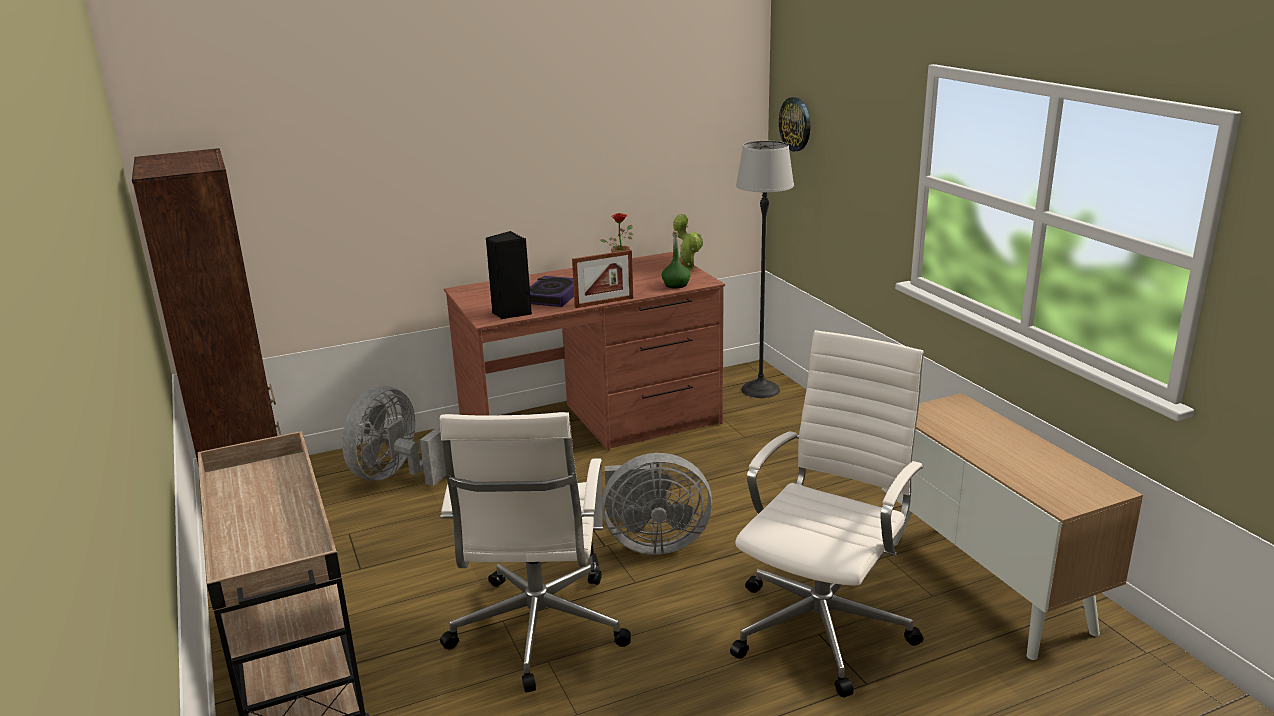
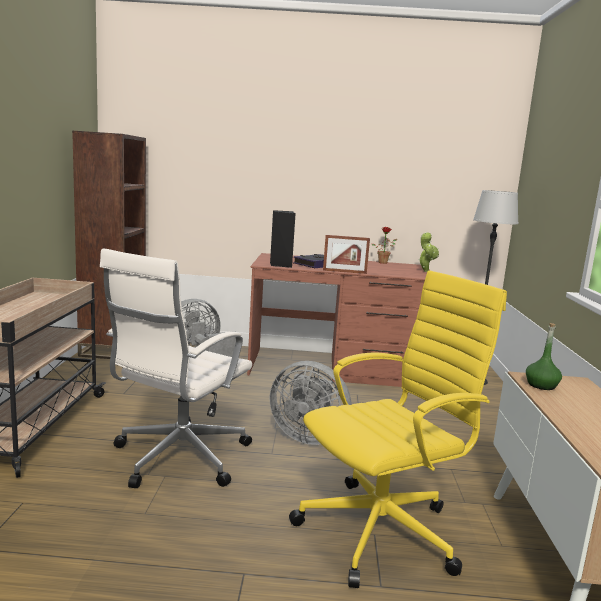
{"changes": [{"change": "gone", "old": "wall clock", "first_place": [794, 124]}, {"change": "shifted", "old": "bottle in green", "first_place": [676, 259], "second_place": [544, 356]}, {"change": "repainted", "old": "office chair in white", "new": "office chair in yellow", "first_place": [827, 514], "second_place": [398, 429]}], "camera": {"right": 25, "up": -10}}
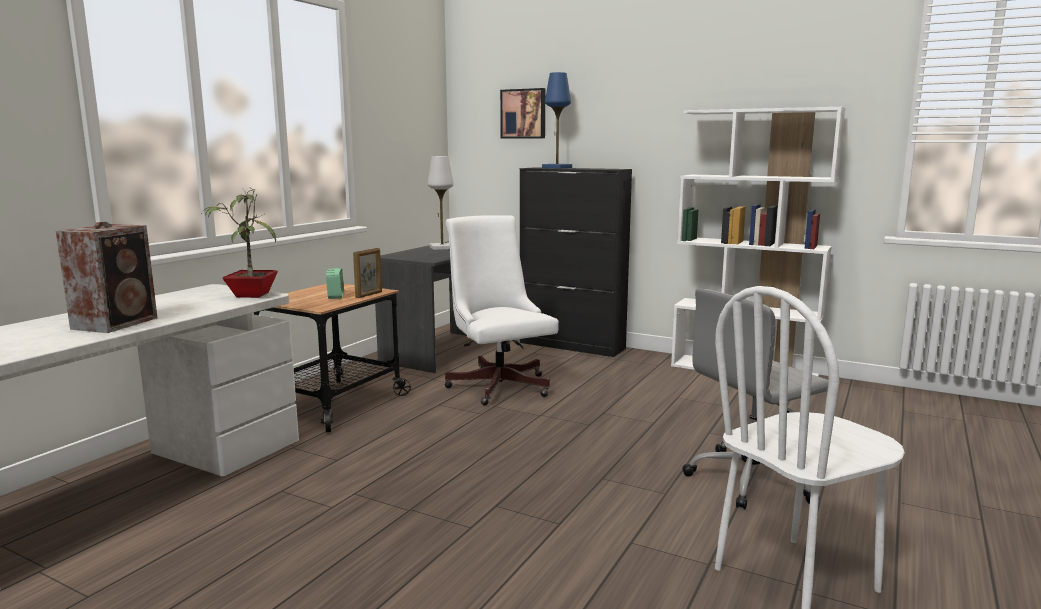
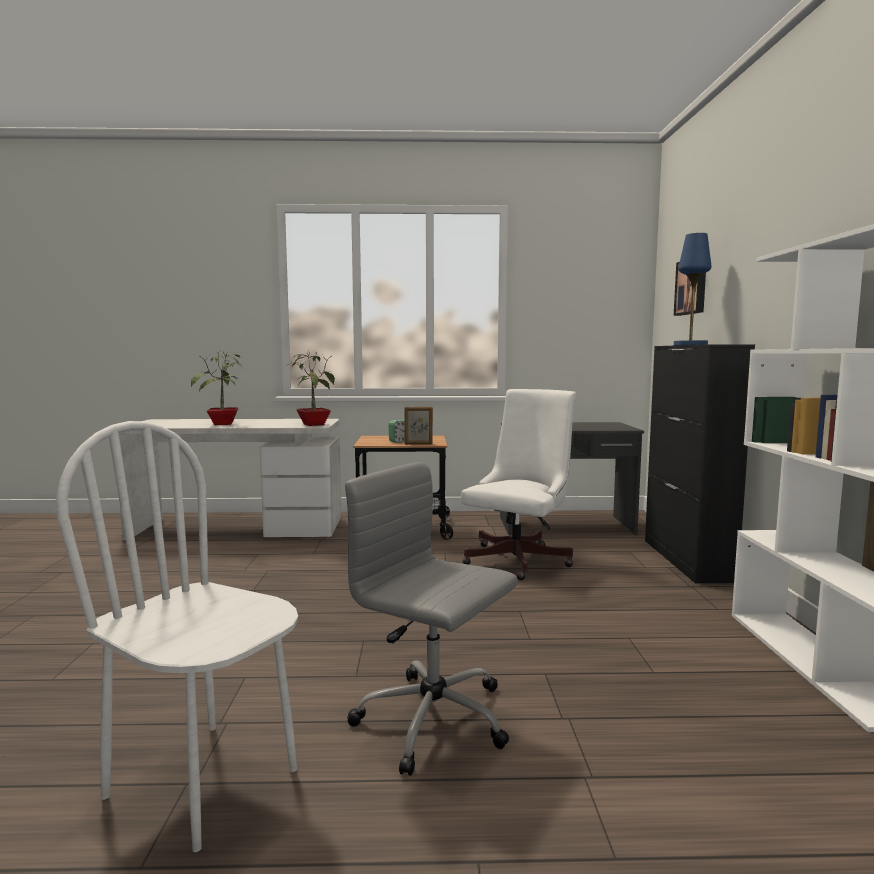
{"changes": [{"change": "gone", "old": "table lamp in white", "first_place": [441, 203]}, {"change": "swapped", "old": "speaker", "new": "potted plant", "first_place": [106, 277], "second_place": [217, 387]}], "camera": {"right": 60, "up": -5}}
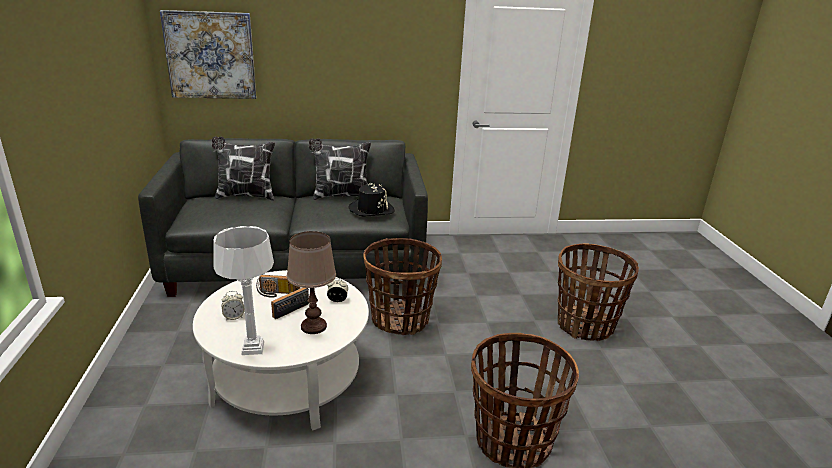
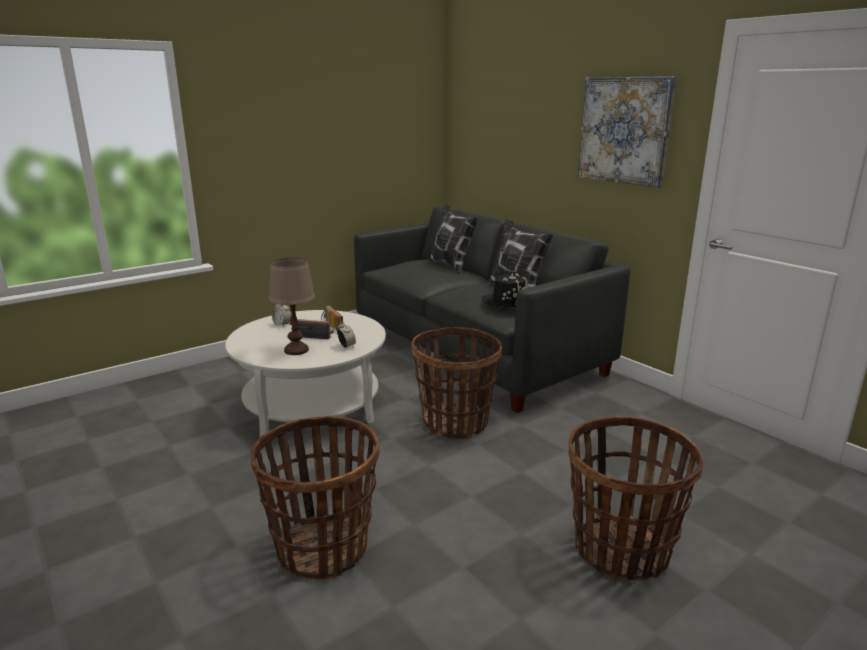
{"changes": [{"change": "shifted", "old": "picture", "first_place": [208, 54], "second_place": [627, 132]}, {"change": "gone", "old": "table lamp in white", "first_place": [244, 290]}], "camera": {"right": 60, "up": -5}}
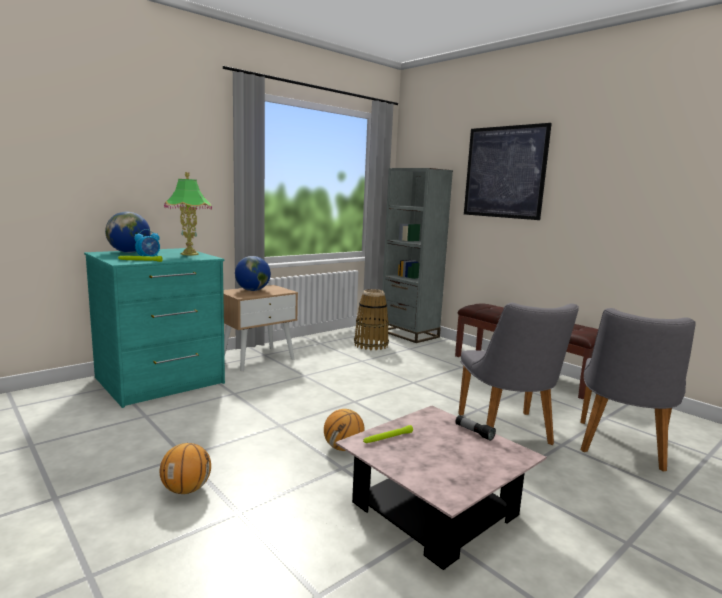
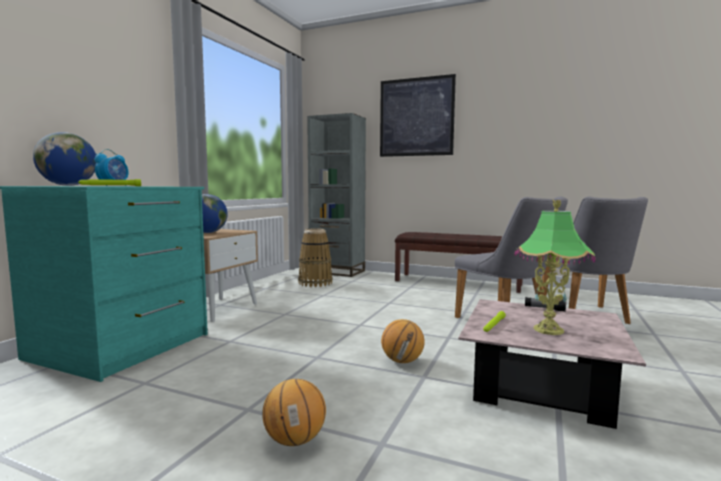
{"changes": [{"change": "shifted", "old": "table lamp", "first_place": [188, 213], "second_place": [555, 267]}], "camera": {"right": -25, "up": -5}}
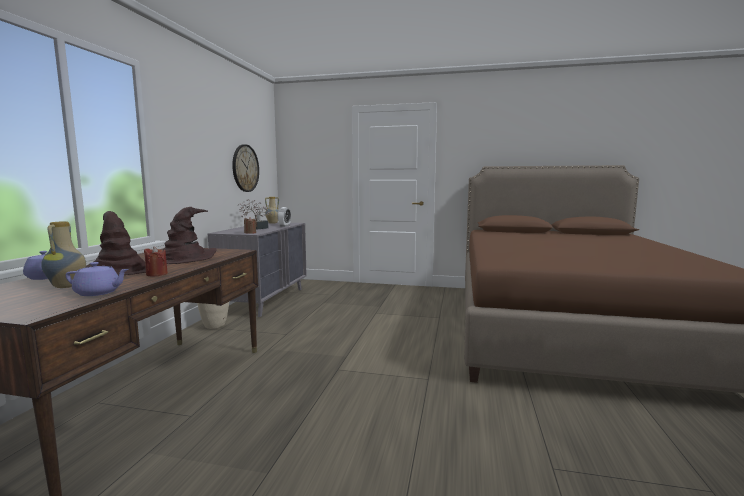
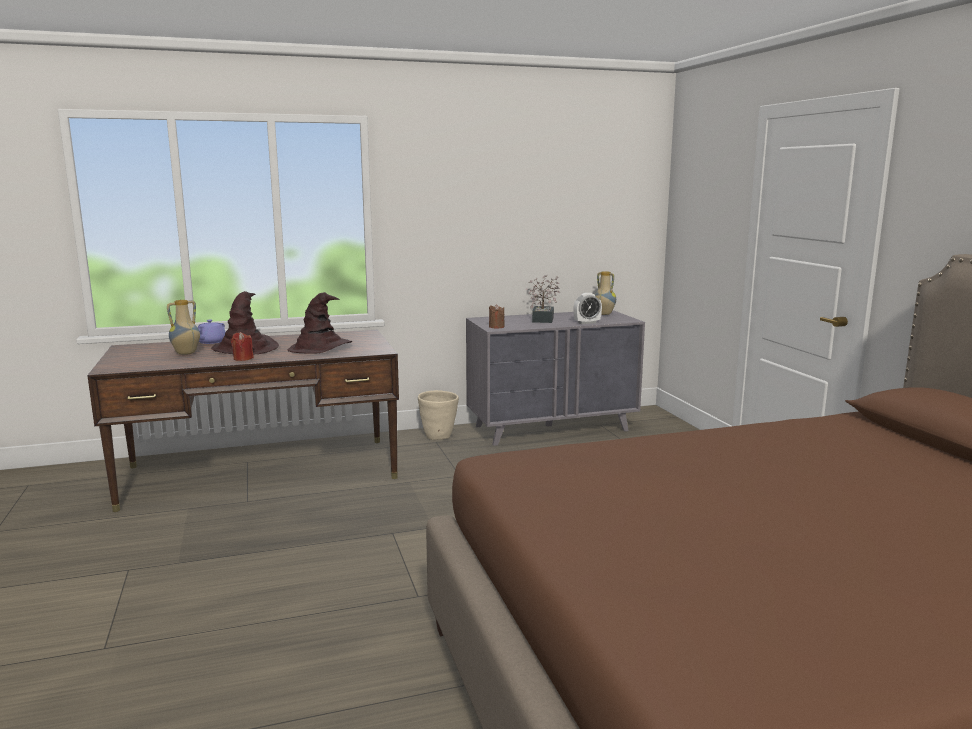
{"changes": [{"change": "gone", "old": "wall clock", "first_place": [245, 168]}, {"change": "gone", "old": "teapot in purple", "first_place": [96, 279]}], "camera": {"right": 60, "up": 5}}
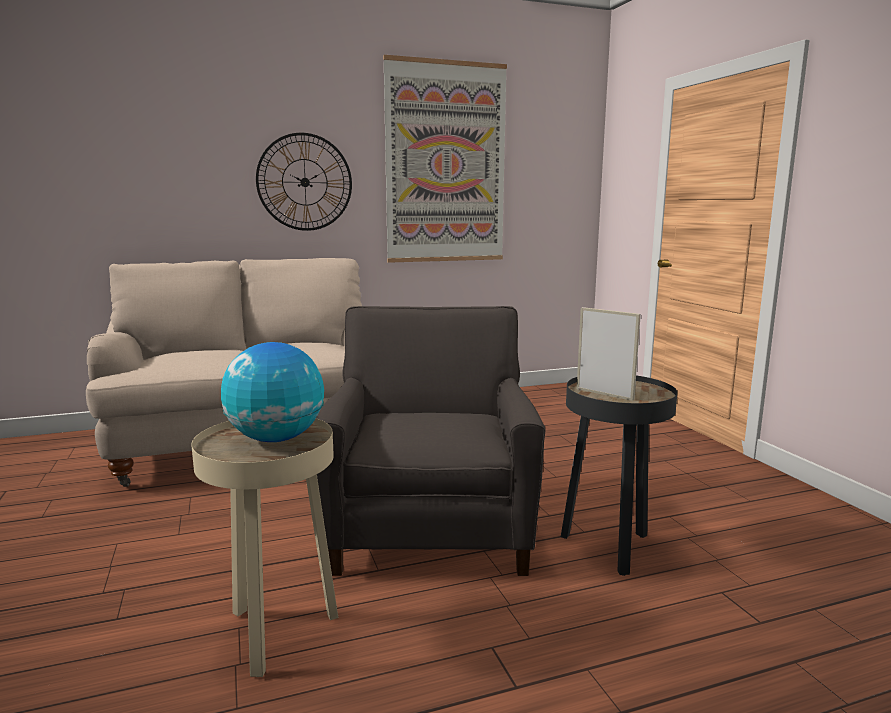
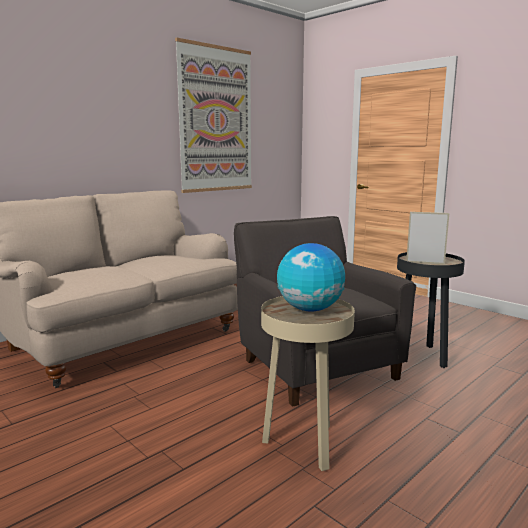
{"changes": [{"change": "gone", "old": "wall clock", "first_place": [304, 182]}], "camera": {"right": -25, "up": 0}}
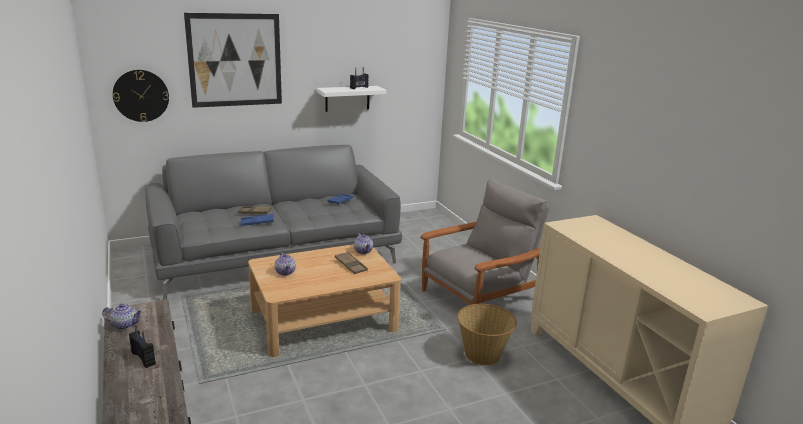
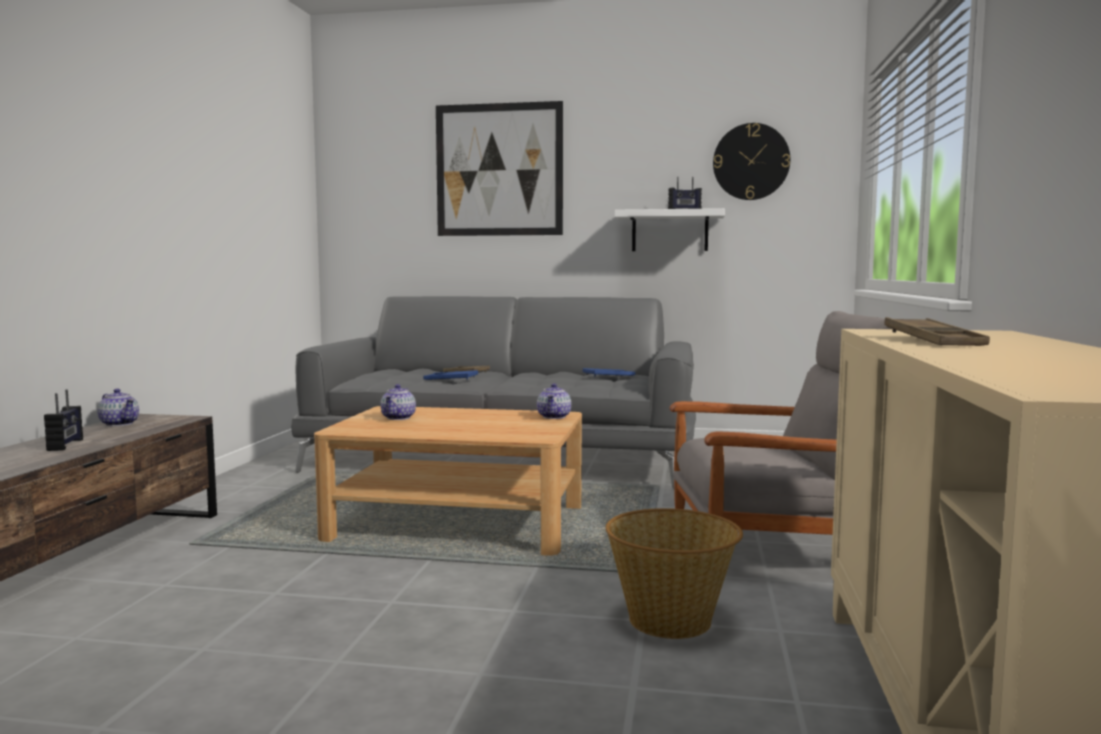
{"changes": [{"change": "shifted", "old": "wall clock", "first_place": [141, 96], "second_place": [751, 161]}, {"change": "shifted", "old": "tray in brown", "first_place": [351, 263], "second_place": [937, 331]}], "camera": {"right": 35, "up": -15}}
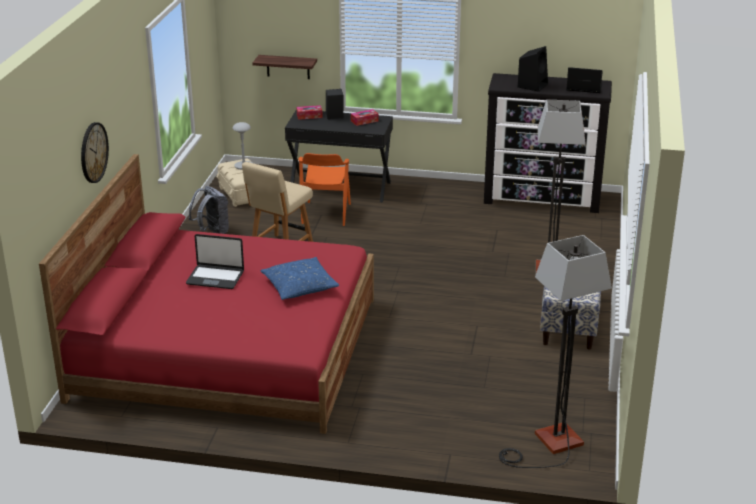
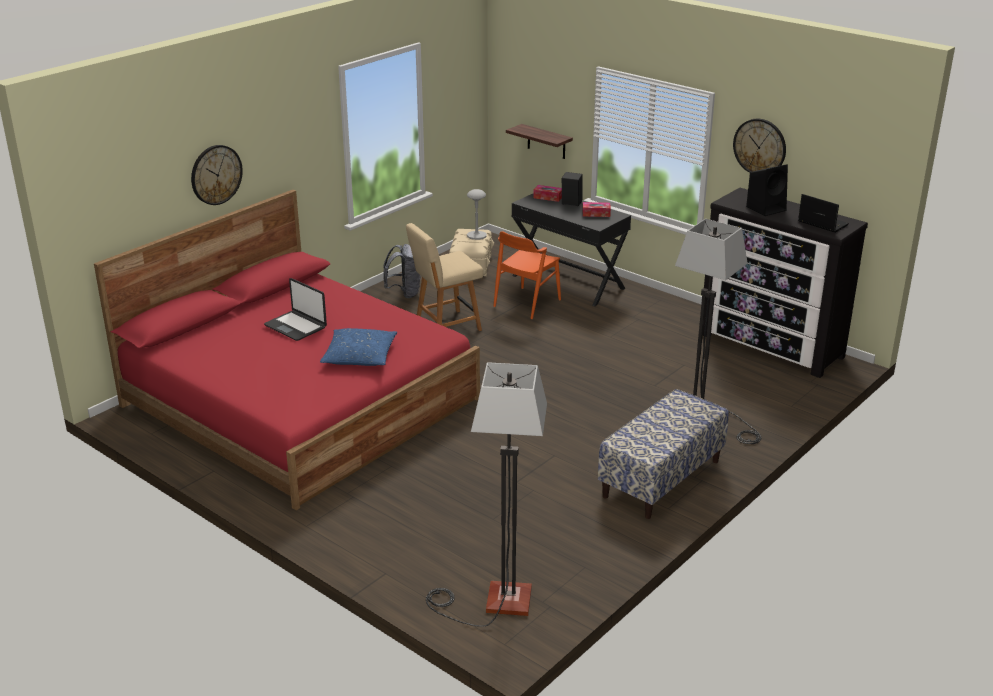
{"changes": [{"change": "new", "new": "wall clock", "second_place": [759, 146]}], "camera": {"right": 30, "up": 0}}
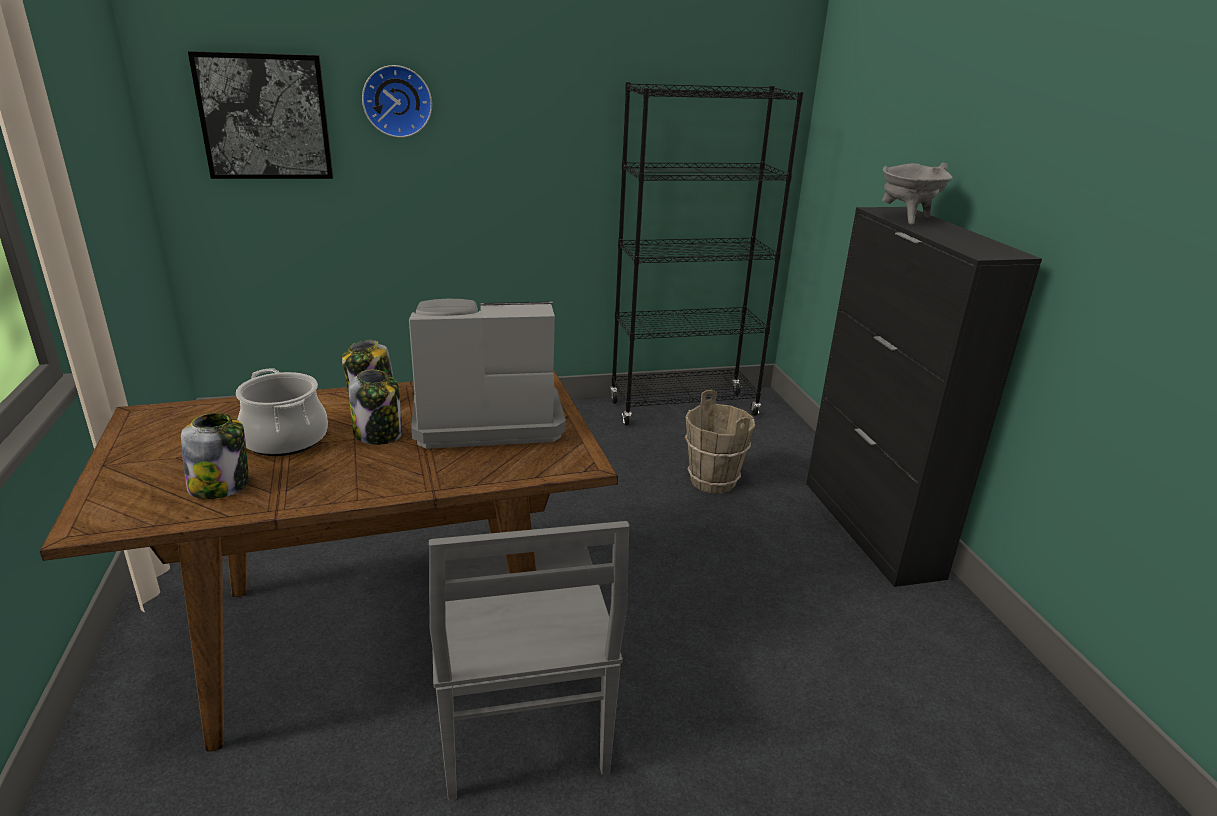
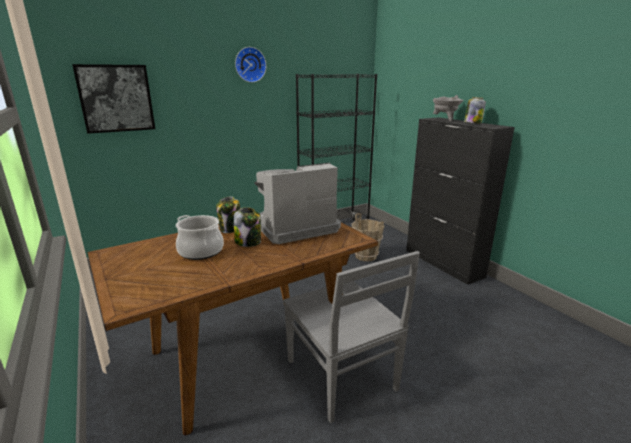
{"changes": [{"change": "shifted", "old": "wall clock", "first_place": [397, 101], "second_place": [250, 64]}, {"change": "shifted", "old": "jar", "first_place": [215, 456], "second_place": [475, 110]}], "camera": {"right": -15, "up": -5}}
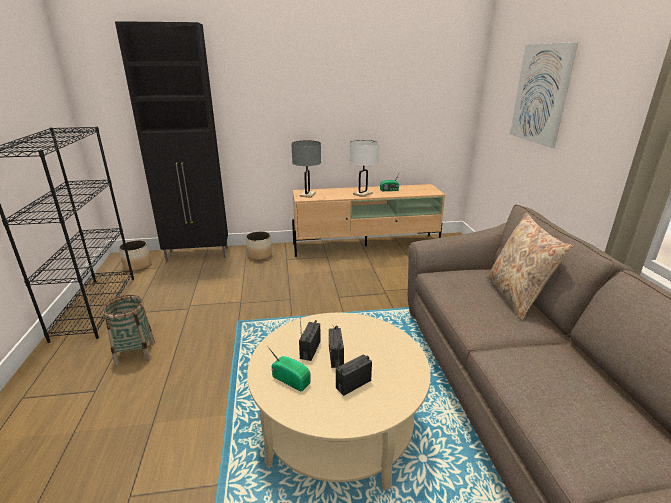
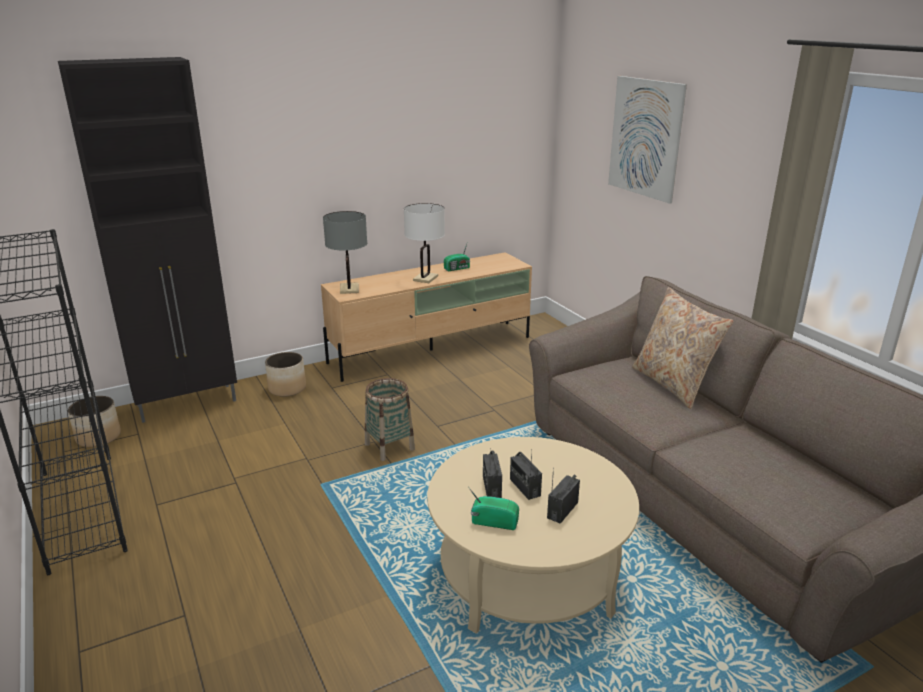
{"changes": [{"change": "shifted", "old": "basket", "first_place": [128, 330], "second_place": [390, 419]}], "camera": {"right": -20, "up": 0}}
